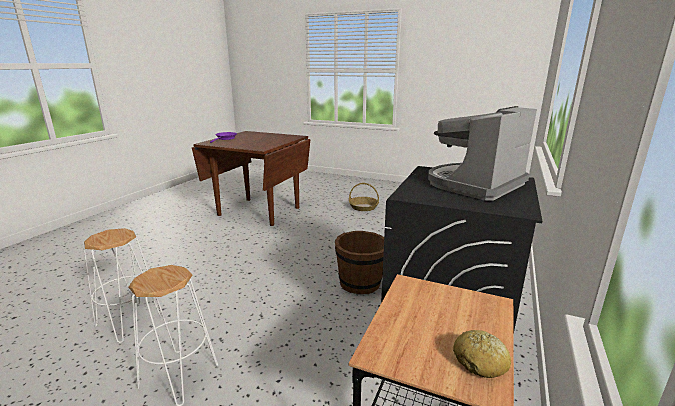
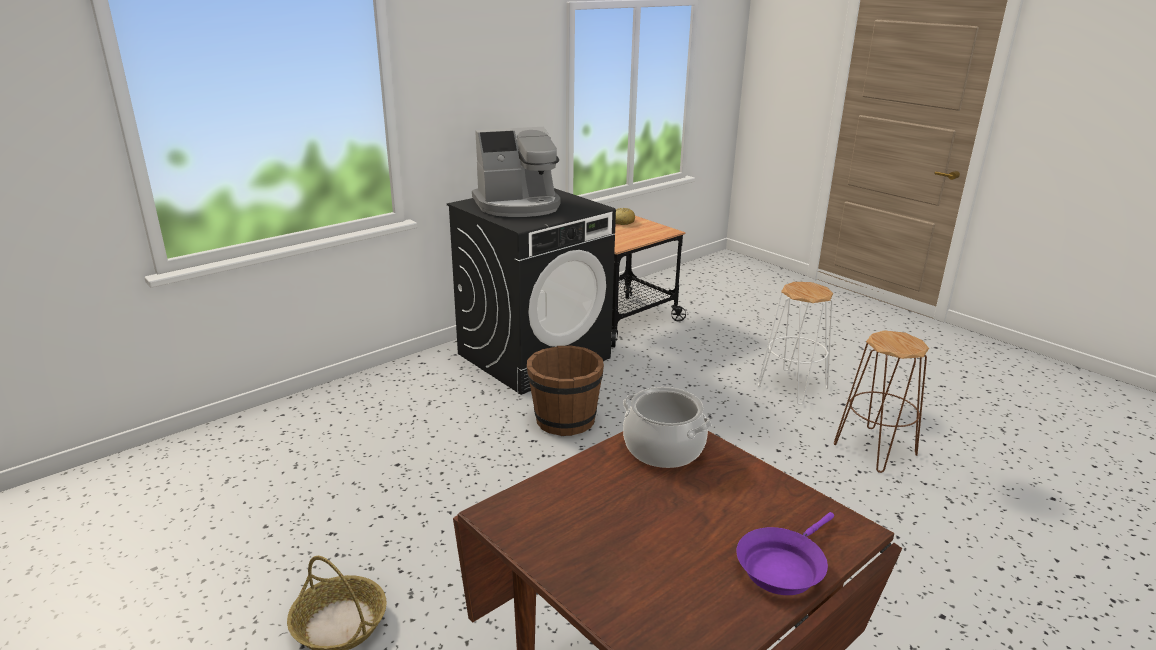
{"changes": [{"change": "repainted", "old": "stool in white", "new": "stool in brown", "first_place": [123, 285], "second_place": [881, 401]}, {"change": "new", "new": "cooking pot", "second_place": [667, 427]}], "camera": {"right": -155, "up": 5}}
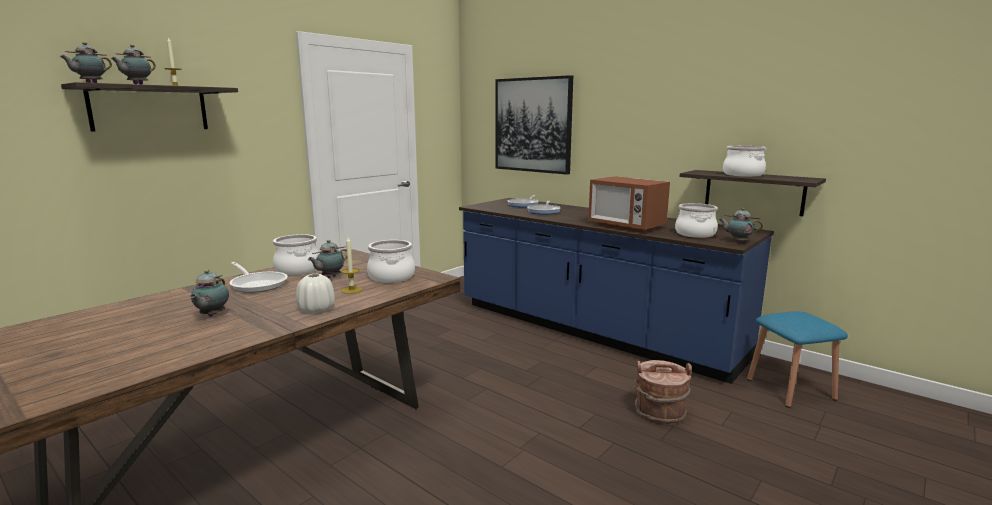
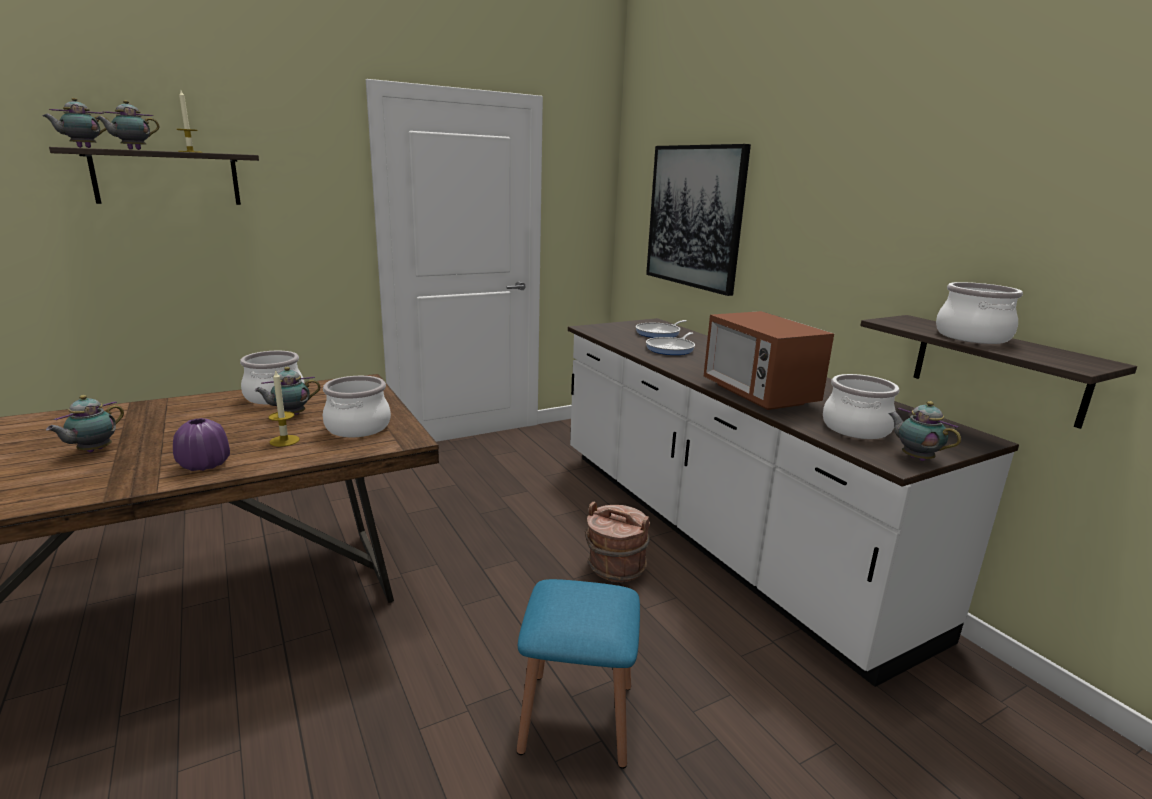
{"changes": [{"change": "repainted", "old": "counter in blue", "new": "counter in white", "first_place": [616, 291], "second_place": [793, 502]}, {"change": "gone", "old": "frying pan", "first_place": [258, 277]}, {"change": "repainted", "old": "vase in white", "new": "vase in purple", "first_place": [315, 293], "second_place": [201, 444]}, {"change": "shifted", "old": "stool in blue", "first_place": [797, 359], "second_place": [578, 674]}, {"change": "shifted", "old": "bucket in brown", "first_place": [663, 392], "second_place": [617, 542]}], "camera": {"right": 20, "up": 5}}
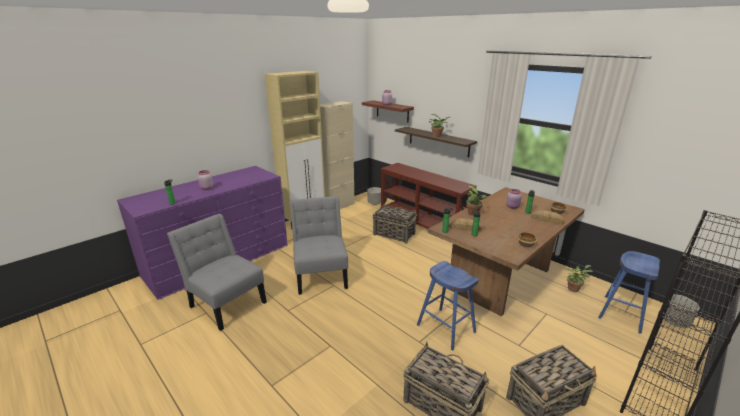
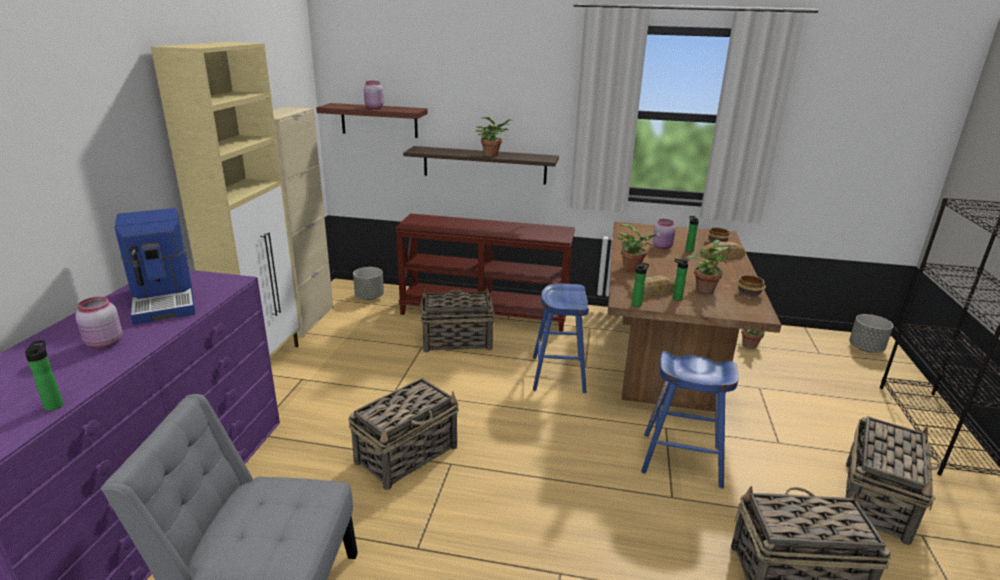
{"changes": [{"change": "swapped", "old": "chair in grey", "new": "basket", "first_place": [319, 245], "second_place": [404, 434]}, {"change": "shifted", "old": "stool in blue", "first_place": [629, 292], "second_place": [561, 338]}, {"change": "new", "new": "coffee machine", "second_place": [155, 266]}, {"change": "new", "new": "potted plant", "second_place": [707, 266]}], "camera": {"right": -35, "up": 0}}
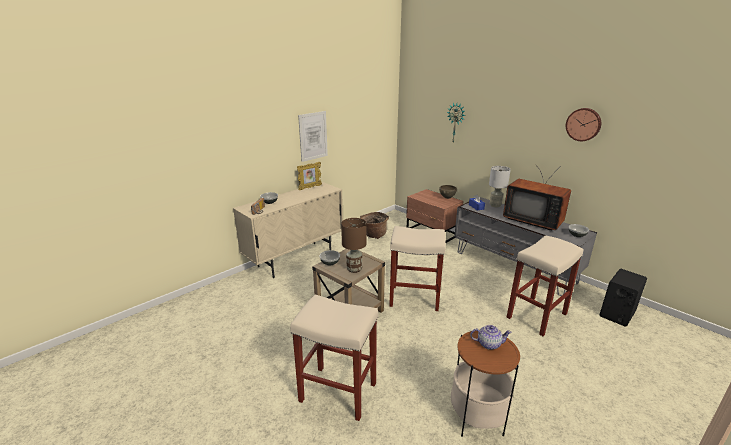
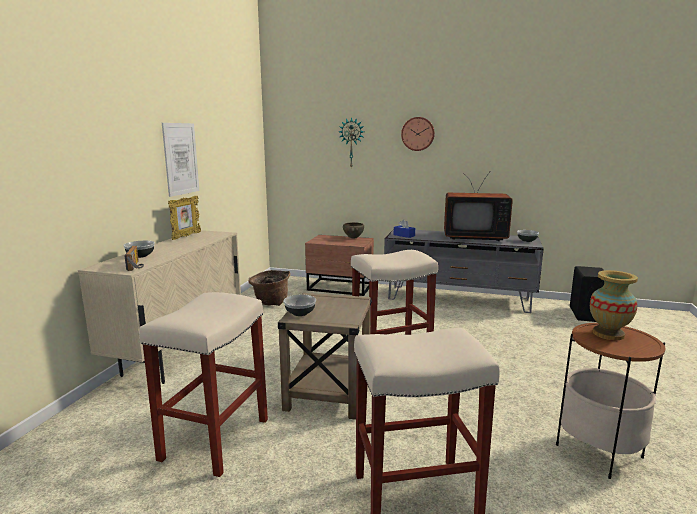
{"changes": [{"change": "shifted", "old": "wall clock", "first_place": [583, 124], "second_place": [418, 134]}, {"change": "gone", "old": "table lamp in grey", "first_place": [500, 186]}, {"change": "gone", "old": "table lamp in brown", "first_place": [354, 245]}, {"change": "shifted", "old": "stool in beige", "first_place": [545, 285], "second_place": [203, 384]}, {"change": "swapped", "old": "teapot", "new": "vase", "first_place": [491, 337], "second_place": [614, 305]}], "camera": {"right": -30, "up": -10}}
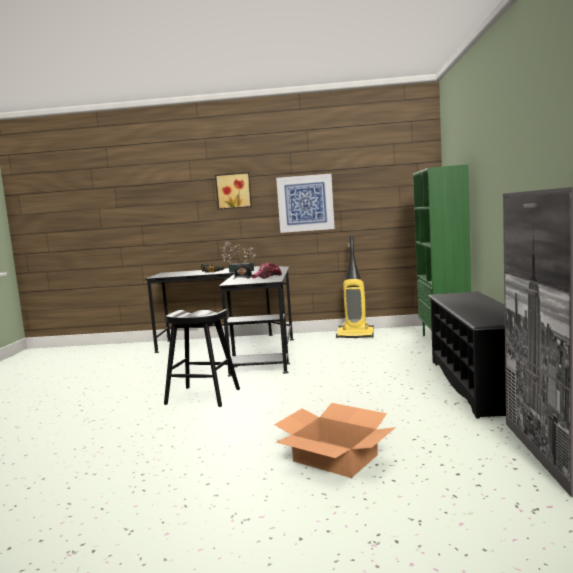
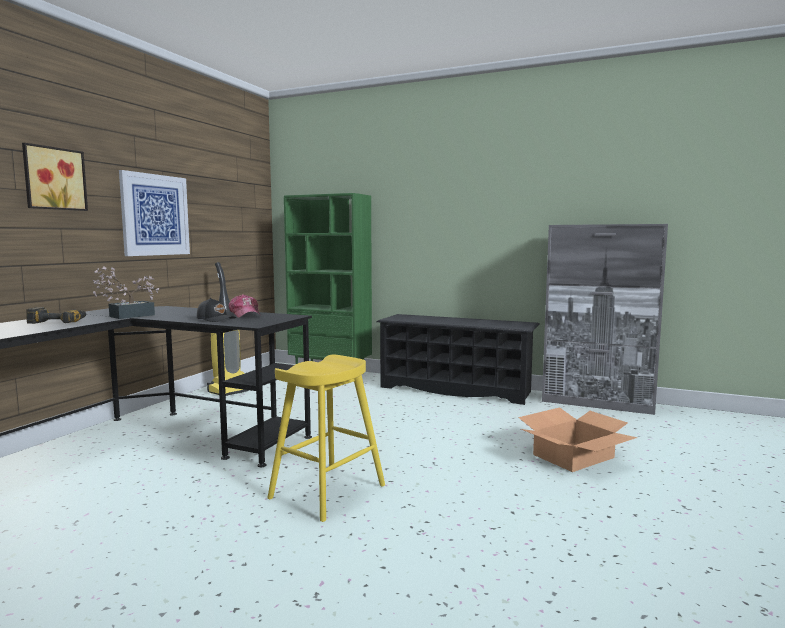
{"changes": [{"change": "repainted", "old": "stool in black", "new": "stool in yellow", "first_place": [202, 358], "second_place": [326, 438]}], "camera": {"right": -70, "up": 0}}
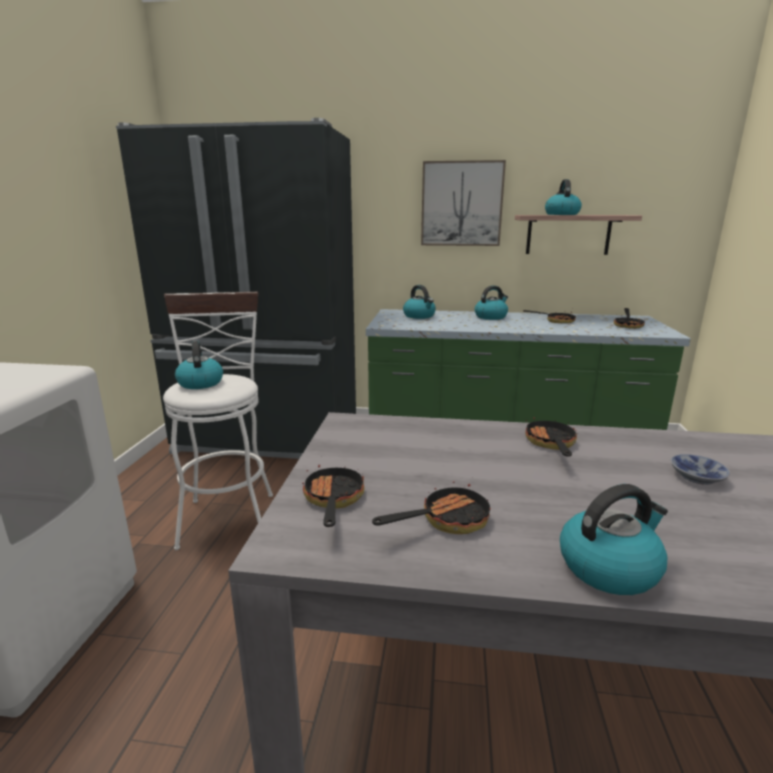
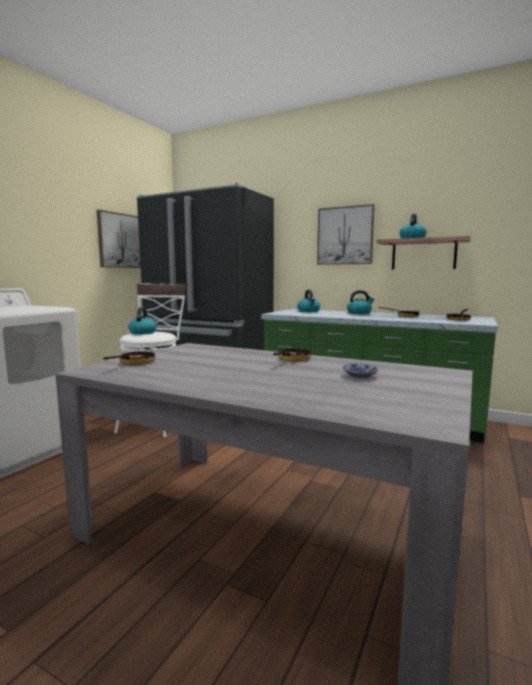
{"changes": [{"change": "gone", "old": "frying pan", "first_place": [431, 507]}, {"change": "gone", "old": "kettle", "first_place": [614, 539]}, {"change": "new", "new": "picture", "second_place": [118, 239]}], "camera": {"right": 20, "up": -10}}
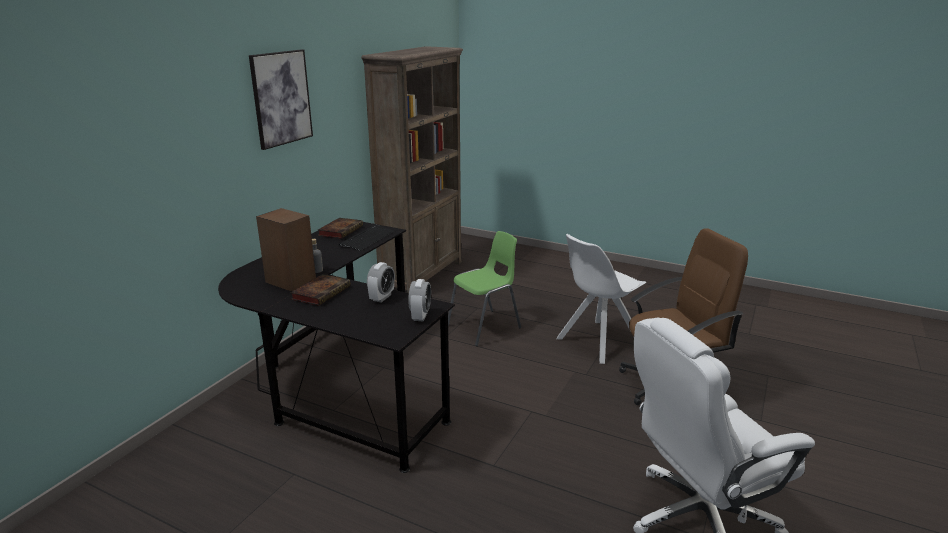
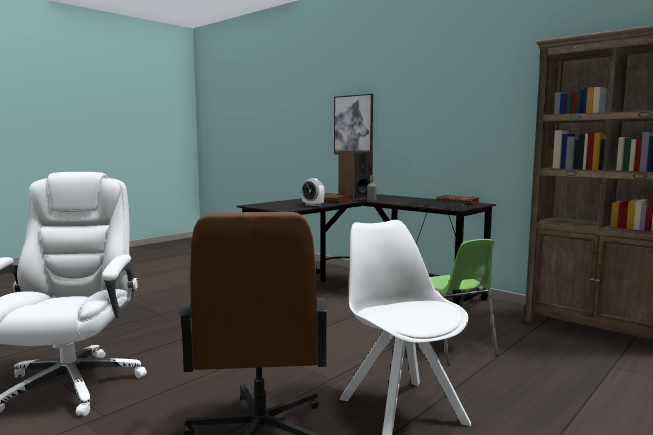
{"changes": [{"change": "shifted", "old": "picture", "first_place": [281, 99], "second_place": [353, 124]}, {"change": "gone", "old": "alarm clock", "first_place": [419, 300]}], "camera": {"right": 105, "up": -15}}
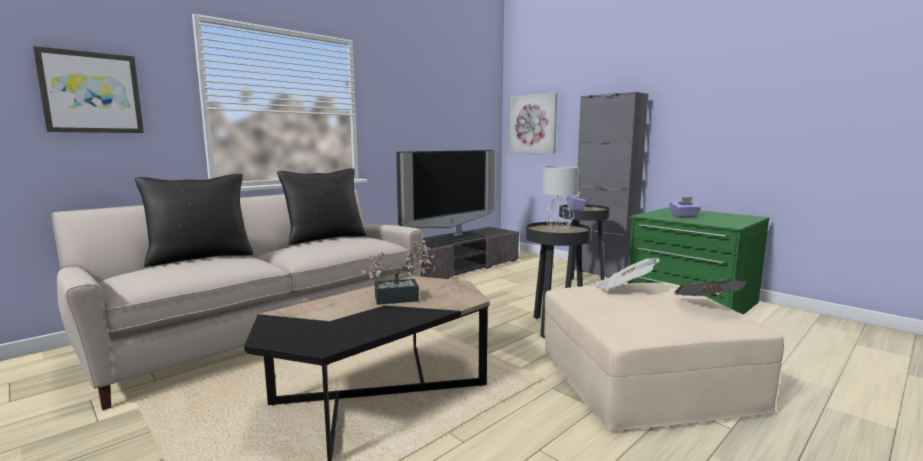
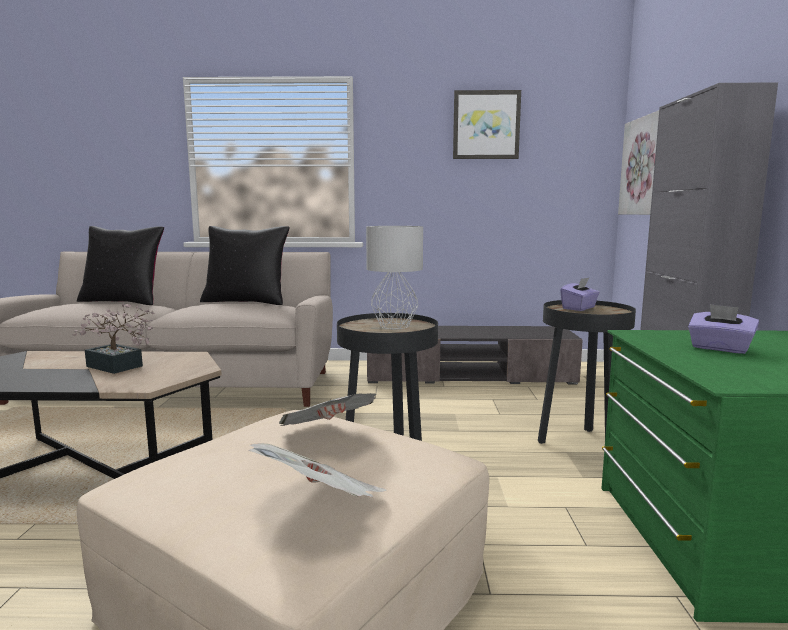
{"changes": [{"change": "shifted", "old": "picture", "first_place": [88, 89], "second_place": [487, 124]}, {"change": "gone", "old": "television", "first_place": [445, 199]}], "camera": {"right": 45, "up": 0}}
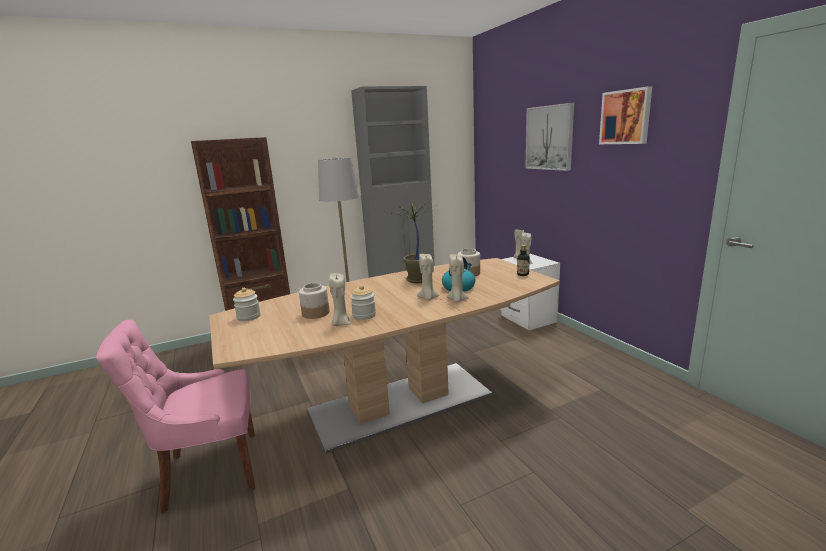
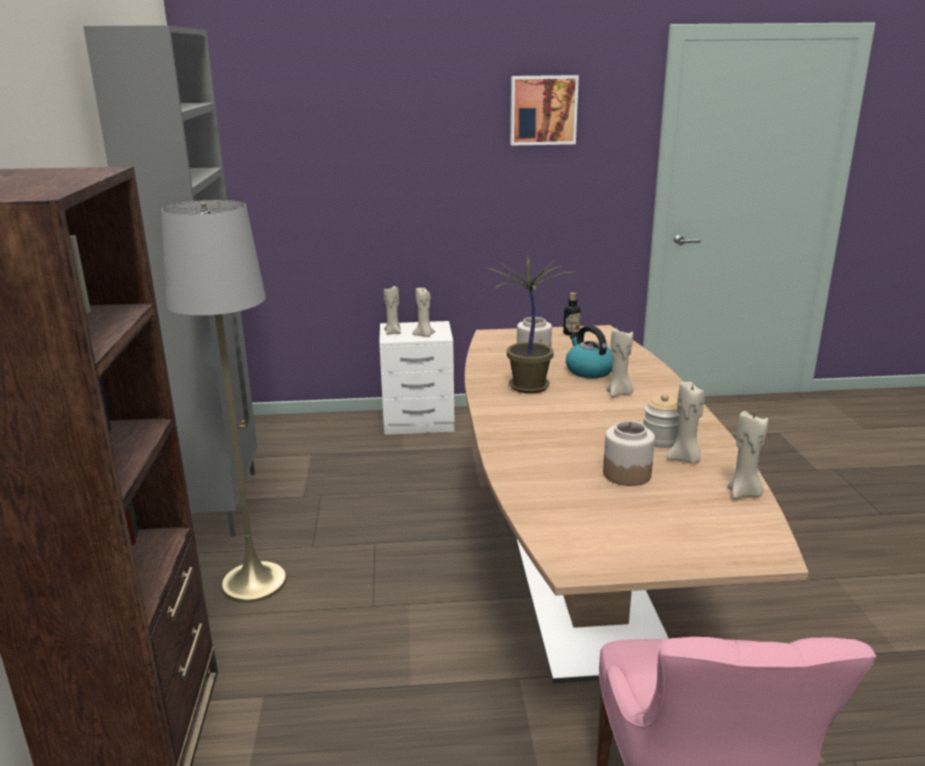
{"changes": [{"change": "gone", "old": "picture", "first_place": [549, 137]}, {"change": "shifted", "old": "candle in beige", "first_place": [457, 278], "second_place": [747, 455]}, {"change": "gone", "old": "jar", "first_place": [247, 304]}], "camera": {"right": -70, "up": 5}}
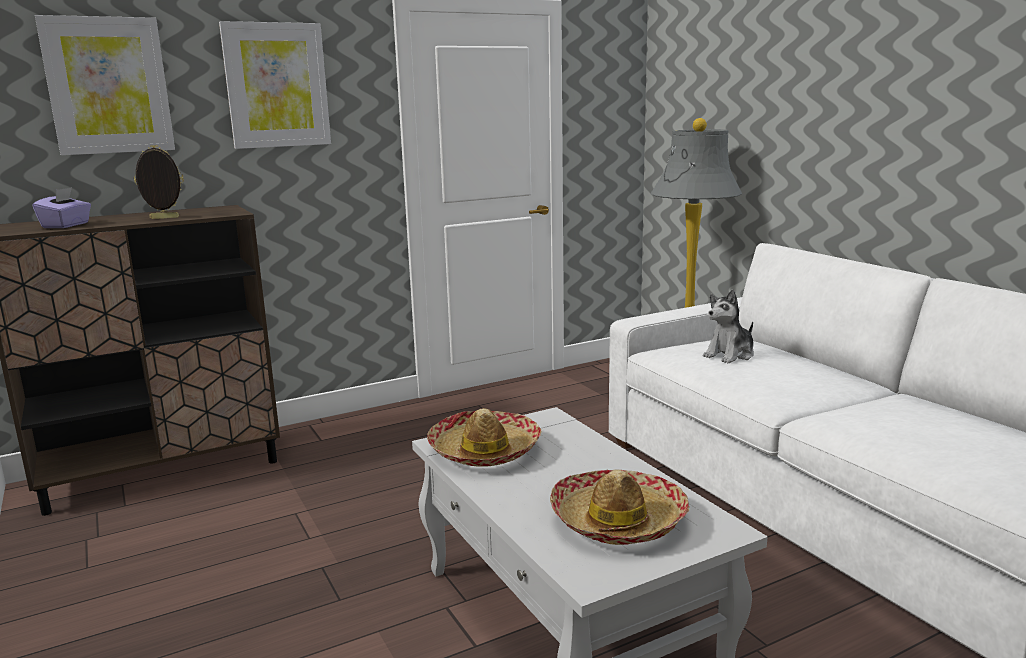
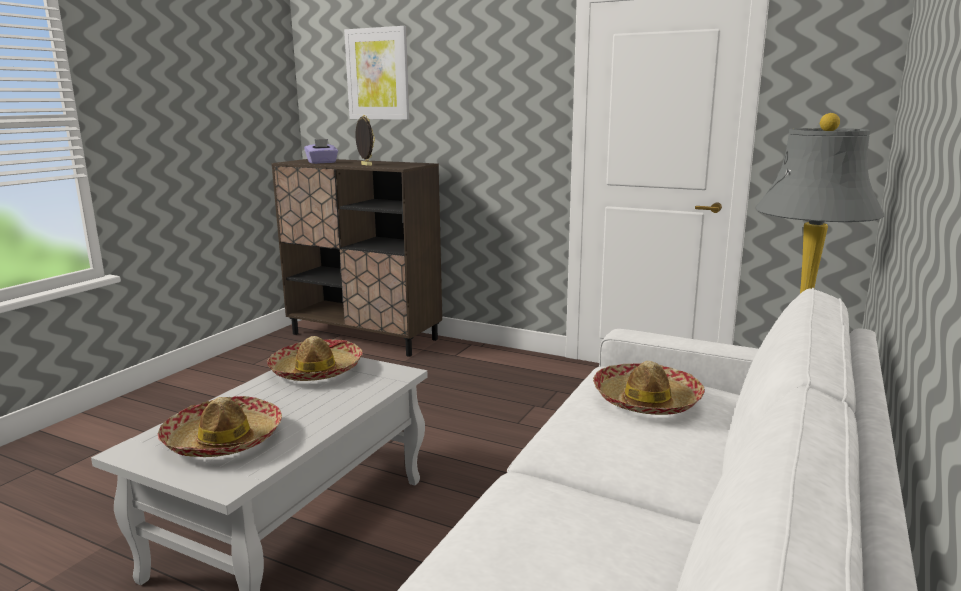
{"changes": [{"change": "gone", "old": "picture", "first_place": [275, 85]}, {"change": "swapped", "old": "plush toy", "new": "hat", "first_place": [728, 326], "second_place": [649, 388]}], "camera": {"right": 55, "up": 0}}
